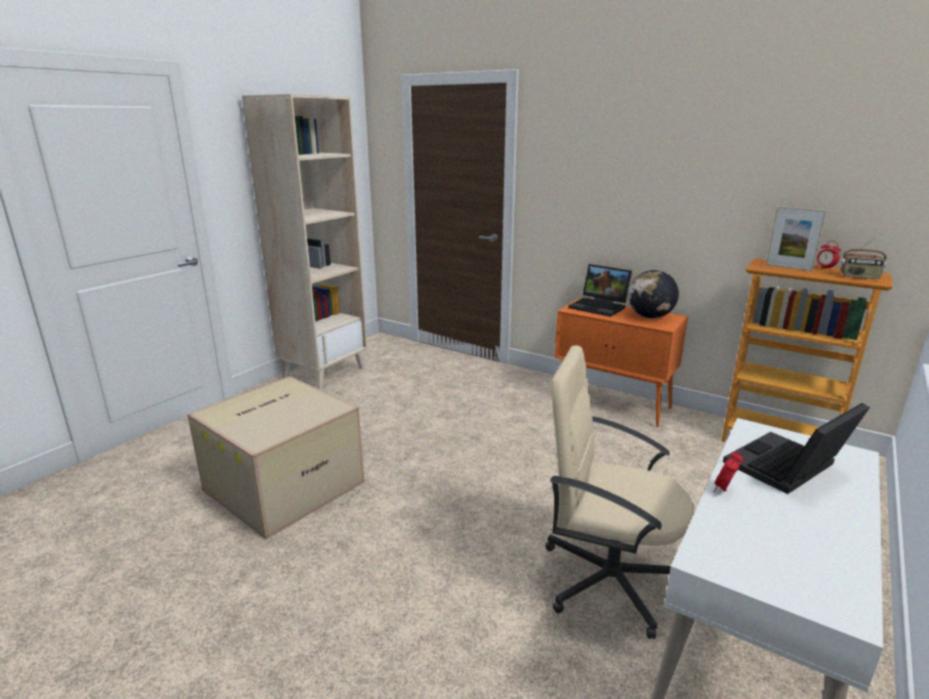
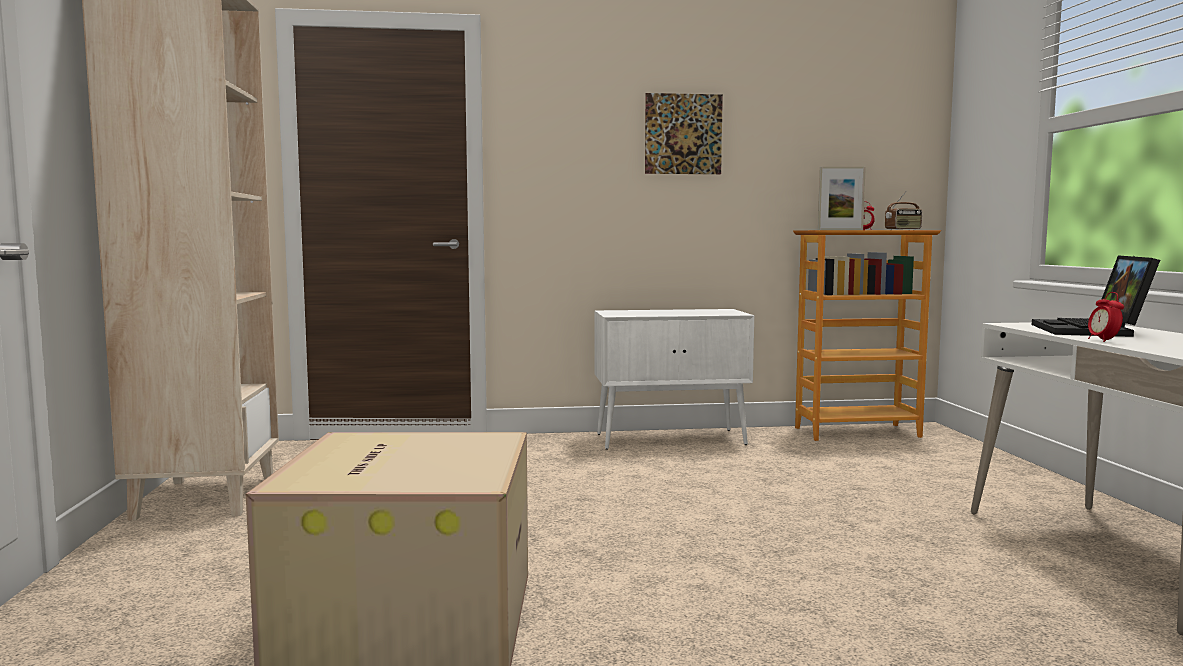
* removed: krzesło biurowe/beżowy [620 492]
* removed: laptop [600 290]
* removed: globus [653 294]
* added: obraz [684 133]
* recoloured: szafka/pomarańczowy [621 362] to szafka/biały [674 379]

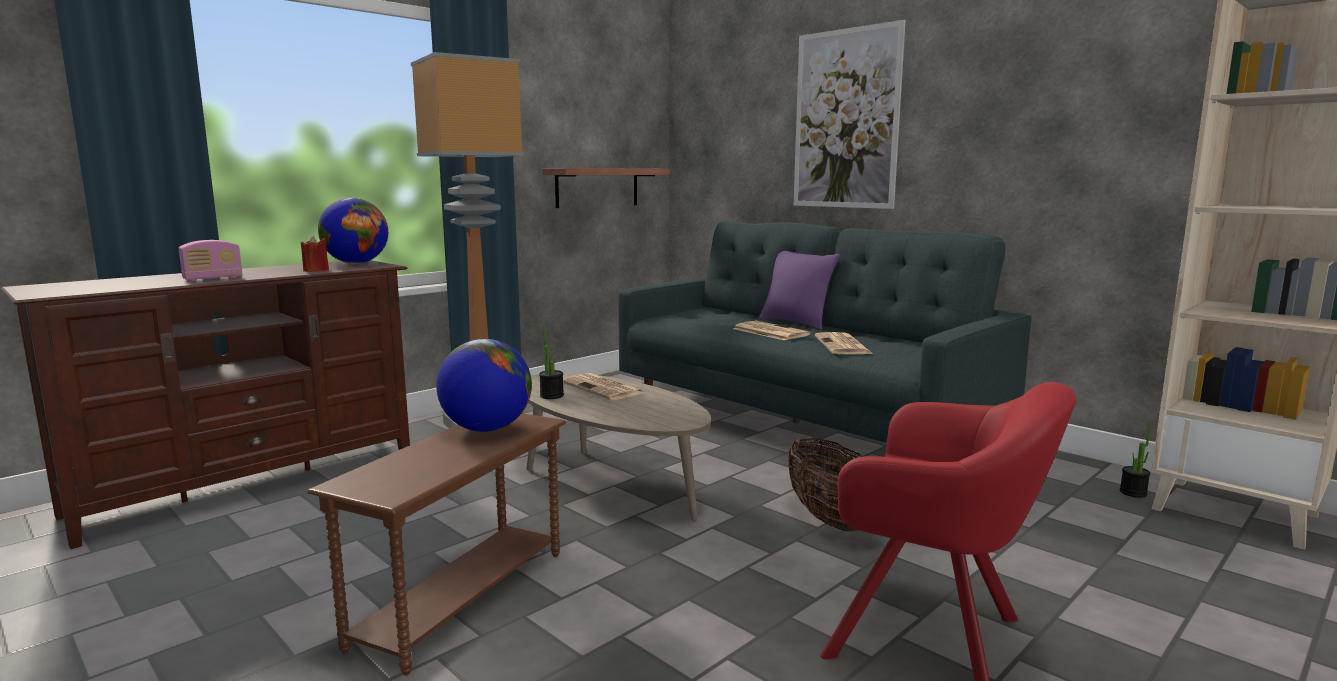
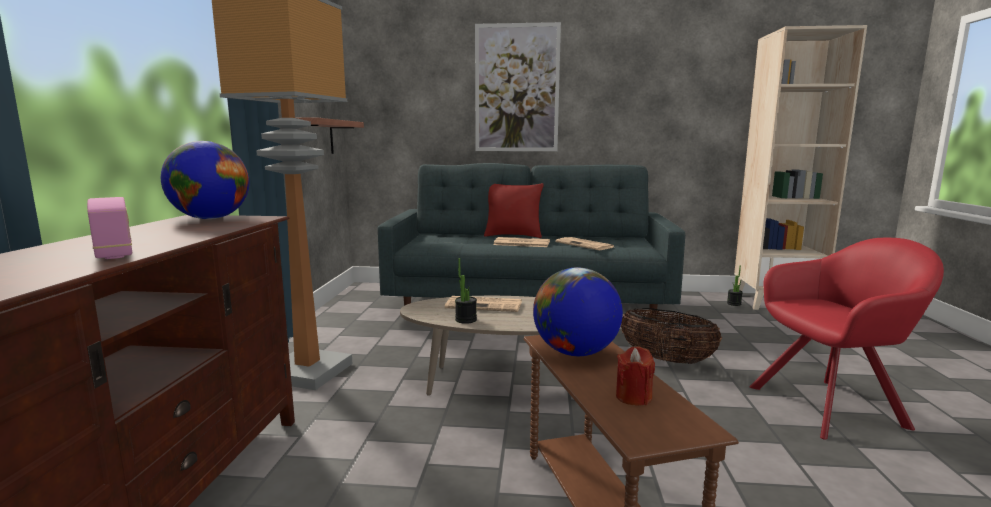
* moved: świeca/czerwony [315 254] to [635 376]
* recoloured: poduszka/fioletowy [799 290] to poduszka/czerwony [514 210]
* turned: radio [210 260] = [109 228] 45 degrees counterclockwise

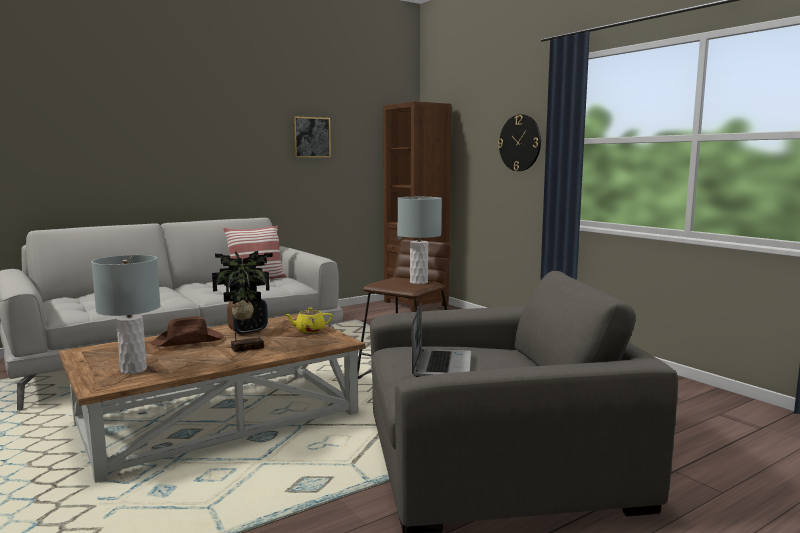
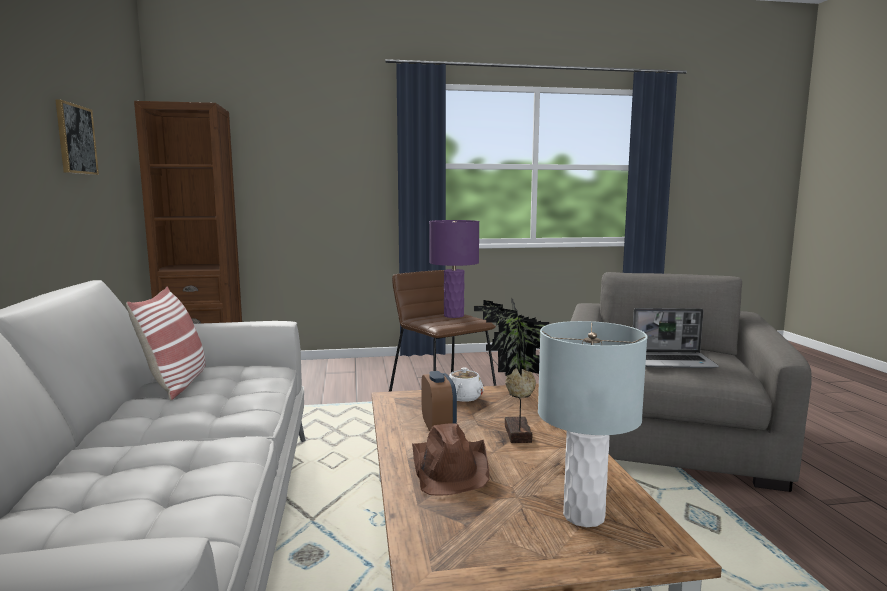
* removed: zegar ścienny [519 142]
* recoloured: imbryk/żółty [308 320] to imbryk/biały [466 384]
* recoloured: lampa stołowa/szary [419 240] to lampa stołowa/fioletowy [454 269]
* turned: laptop [441 339] = [676 338] 150 degrees clockwise

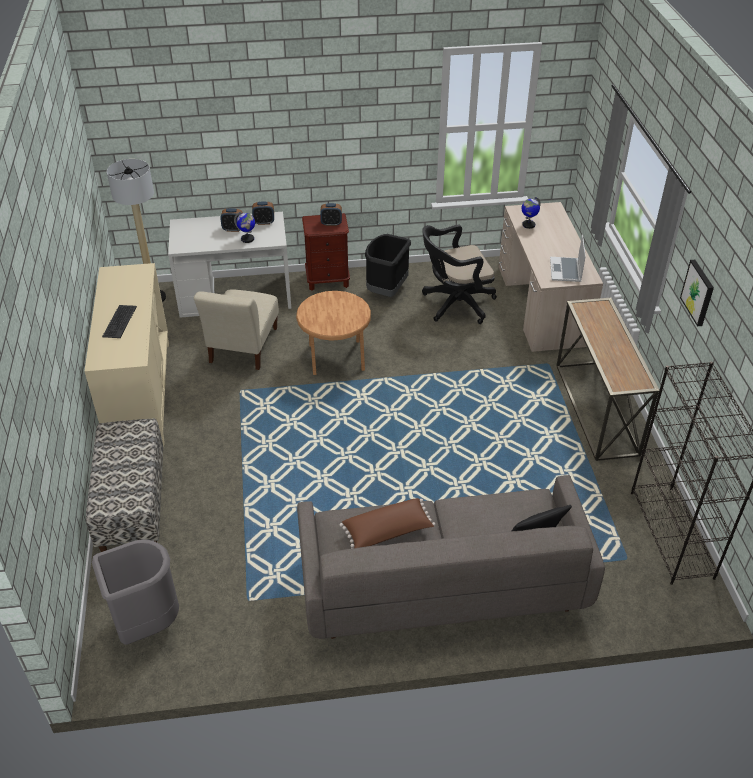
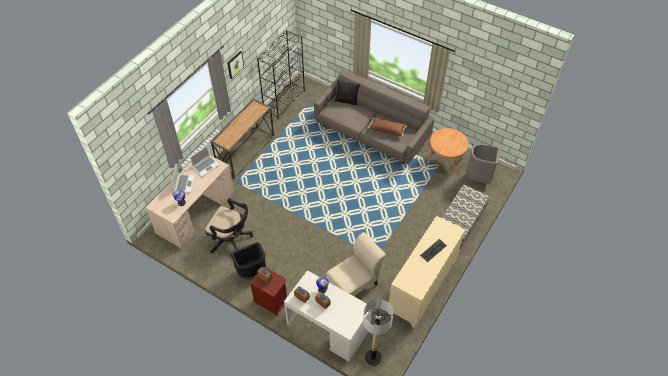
* added: laptop [183 179]
* moved: stolik/brązowy [333 333] to [448 151]

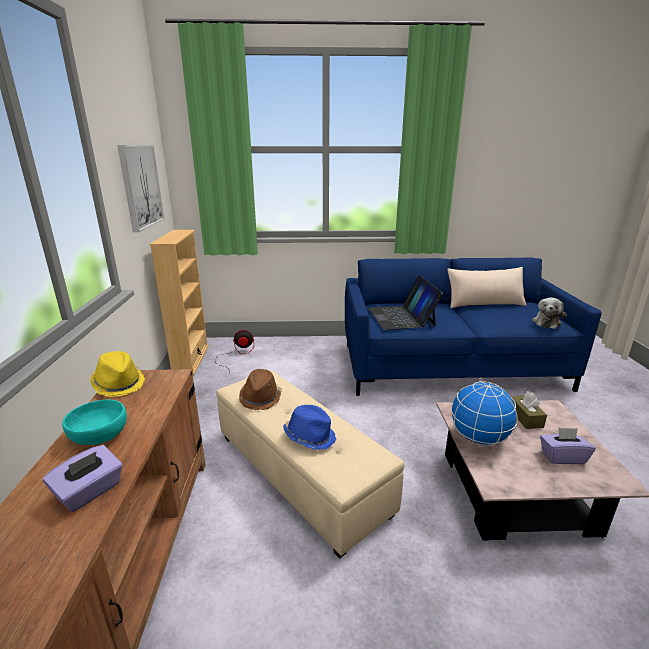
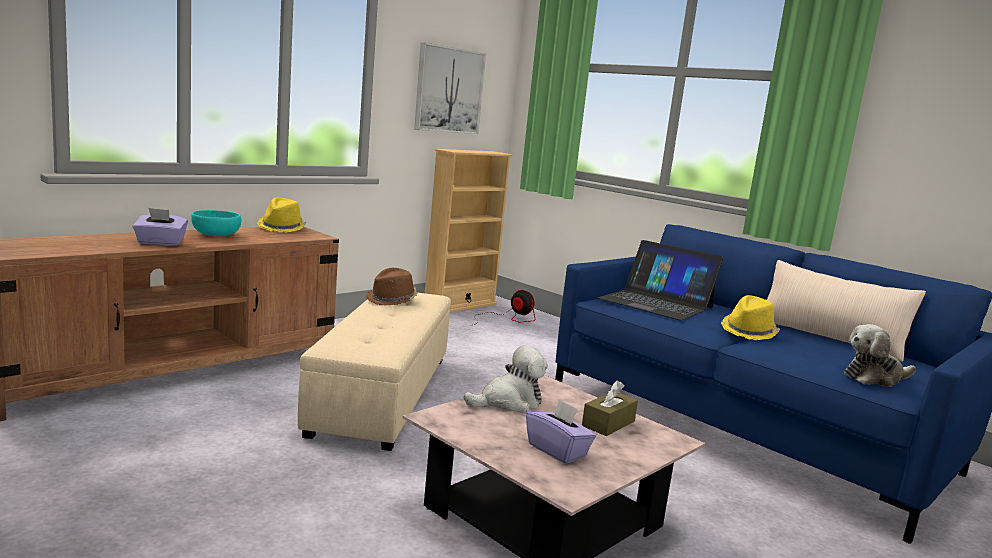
* removed: kapelusz/niebieski [309 427]
* added: kapelusz/żółty [750 317]
* replaced: globus [484 413] to pluszak [506 379]
* turned: laptop [405 302] = [660 280] 90 degrees counterclockwise

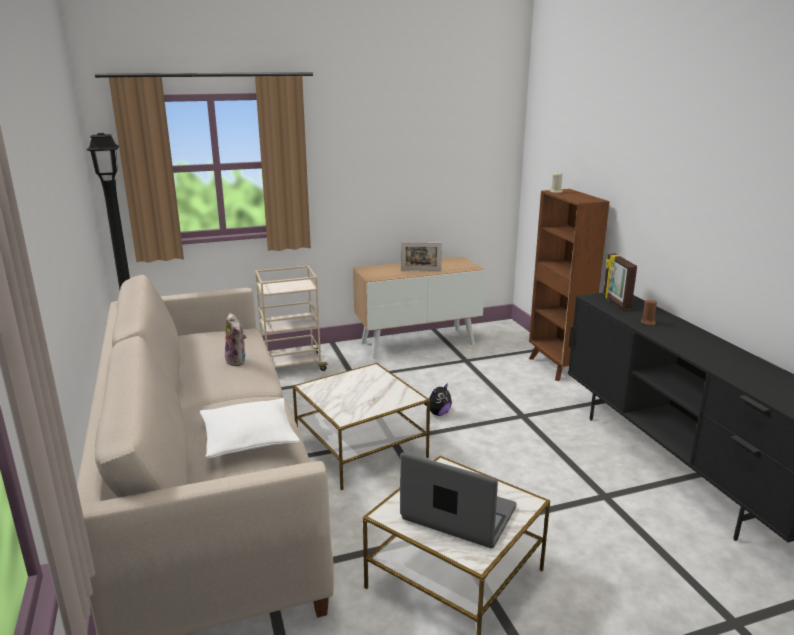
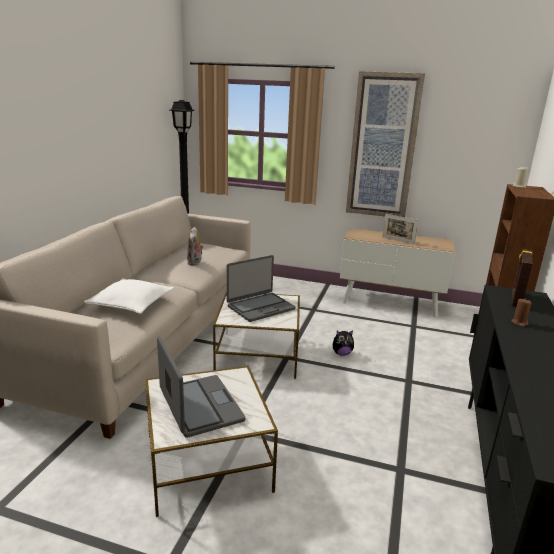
* removed: wózek/beżowy [292 318]
* added: laptop [261 288]
* added: obraz [385 144]

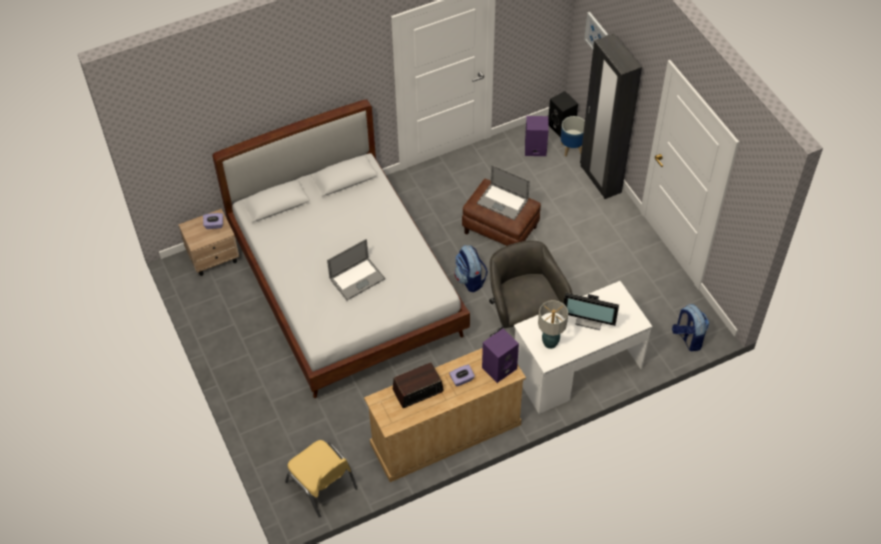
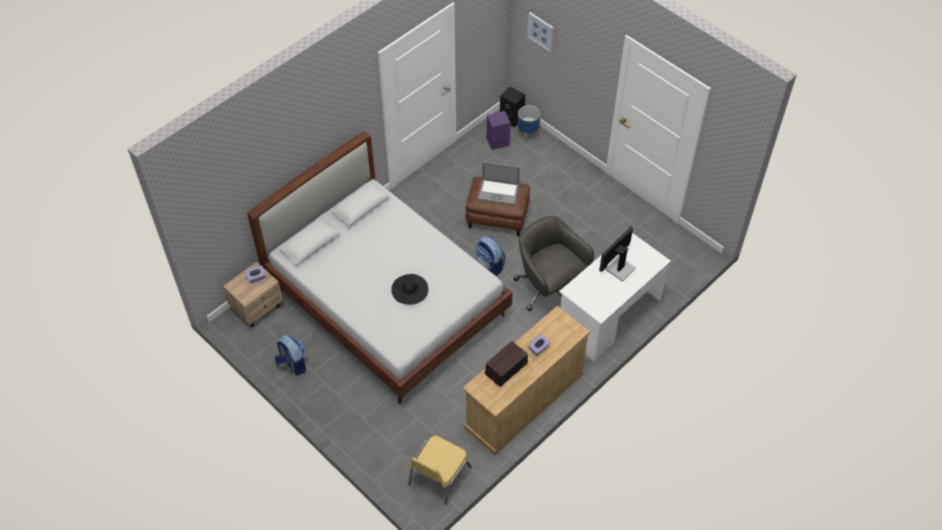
* removed: głośnik/fioletowy [500 355]
* removed: lampa stołowa [553 324]
* removed: szafa/czarny [611 116]
* moved: plecak [690 327] to [290 355]
* replaced: laptop [356 269] to kapelusz/czarny [409 289]
* turned: krzesło/żółty [321 479] = [440 470] 90 degrees clockwise
* turned: monitor [591 311] = [617 254] 135 degrees clockwise

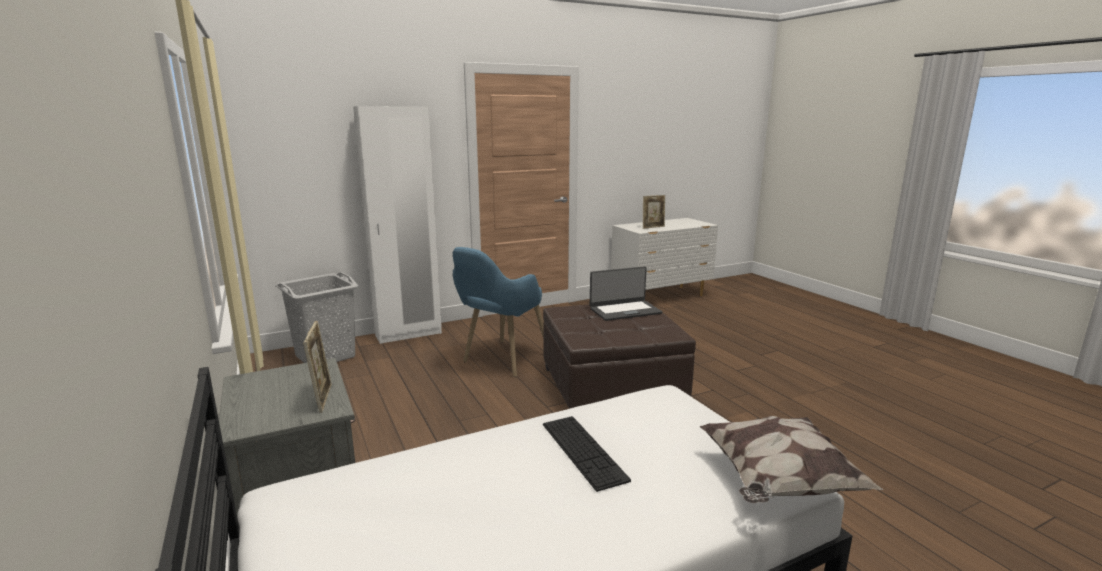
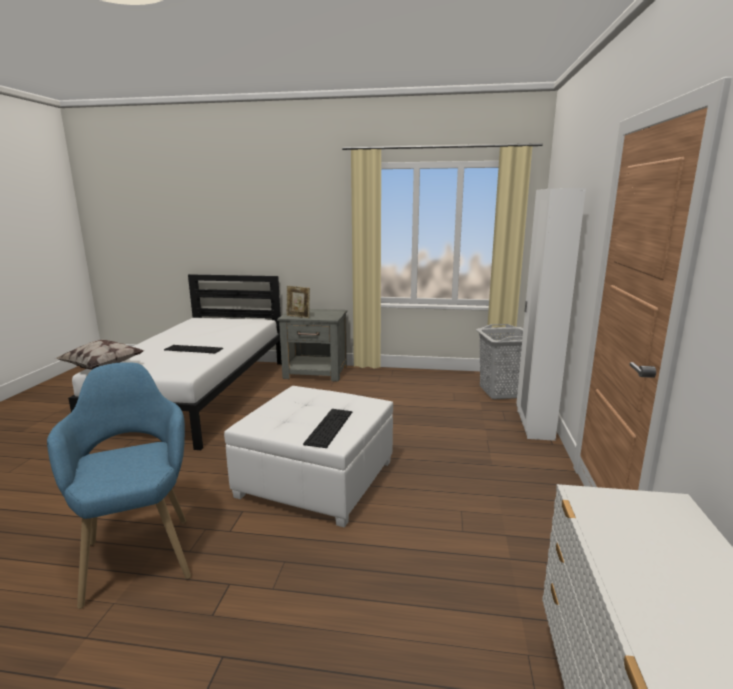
* removed: ramka na zdjęcie [654 212]
* moved: fotel/niebieski [498 312] to [119 485]
* replaced: laptop [626 293] to klawiatura [327 428]
* recoloured: pufa/brązowy [619 355] to pufa/biały [308 457]

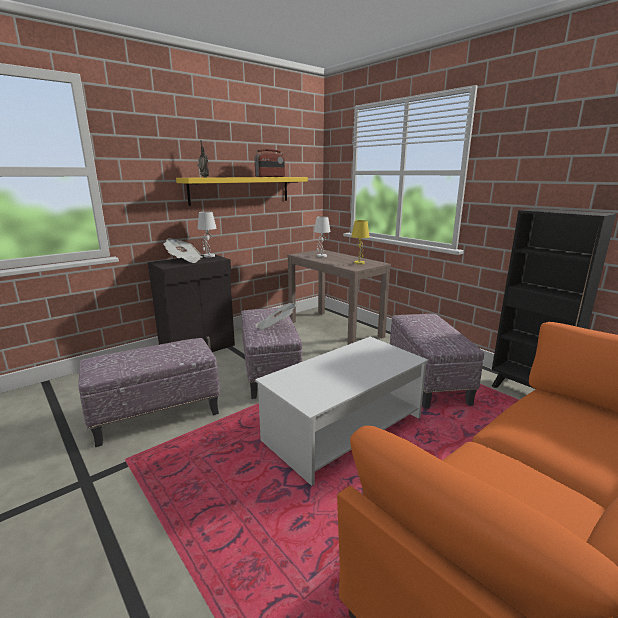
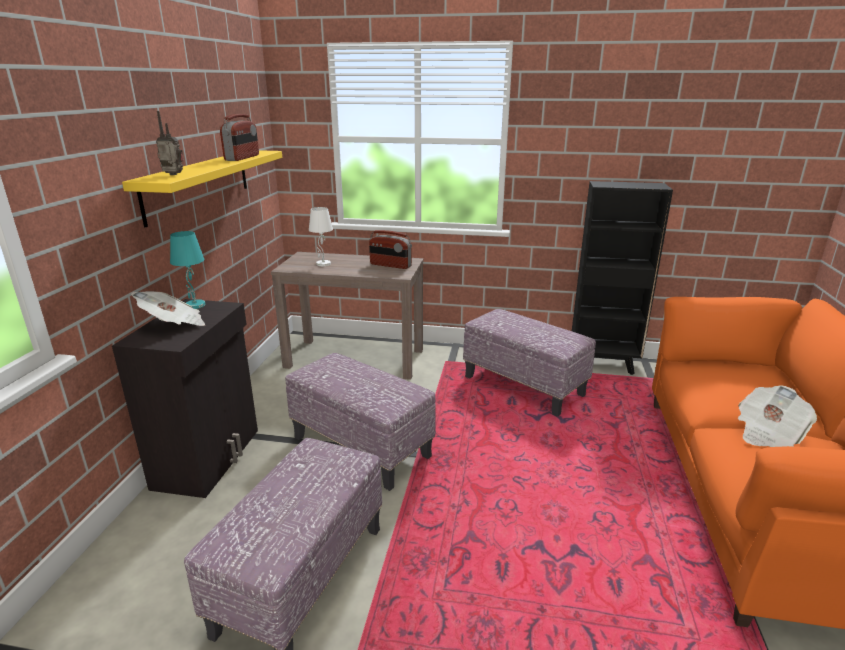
* removed: ława/biały [341 411]
* moved: gazeta [276 317] to [777 416]
* replaced: lampa stołowa/żółty [360 242] to radio [390 249]
* recoloured: lampa stołowa/biały [207 234] to lampa stołowa/turkusowy [187 270]

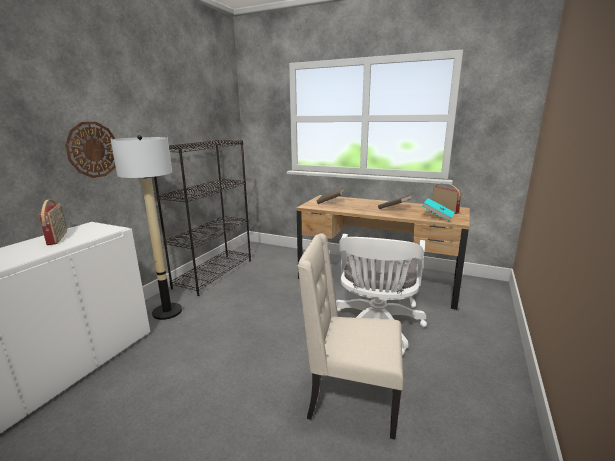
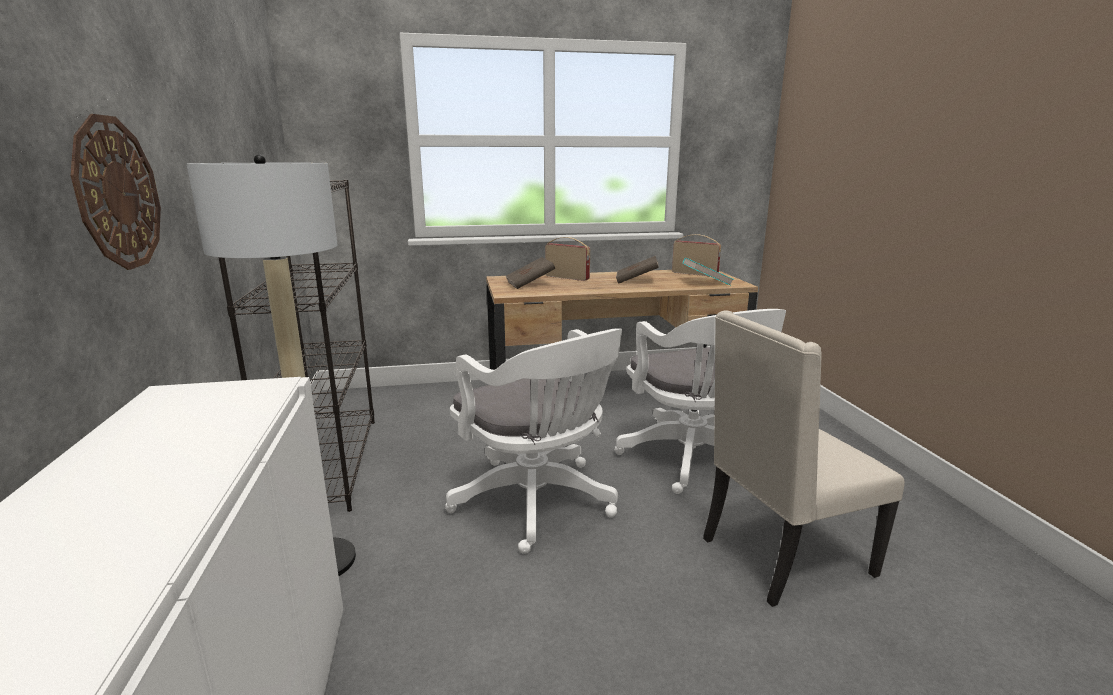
* added: krzesło biurowe/biały [533 441]
* moved: radio [53 222] to [567 259]

